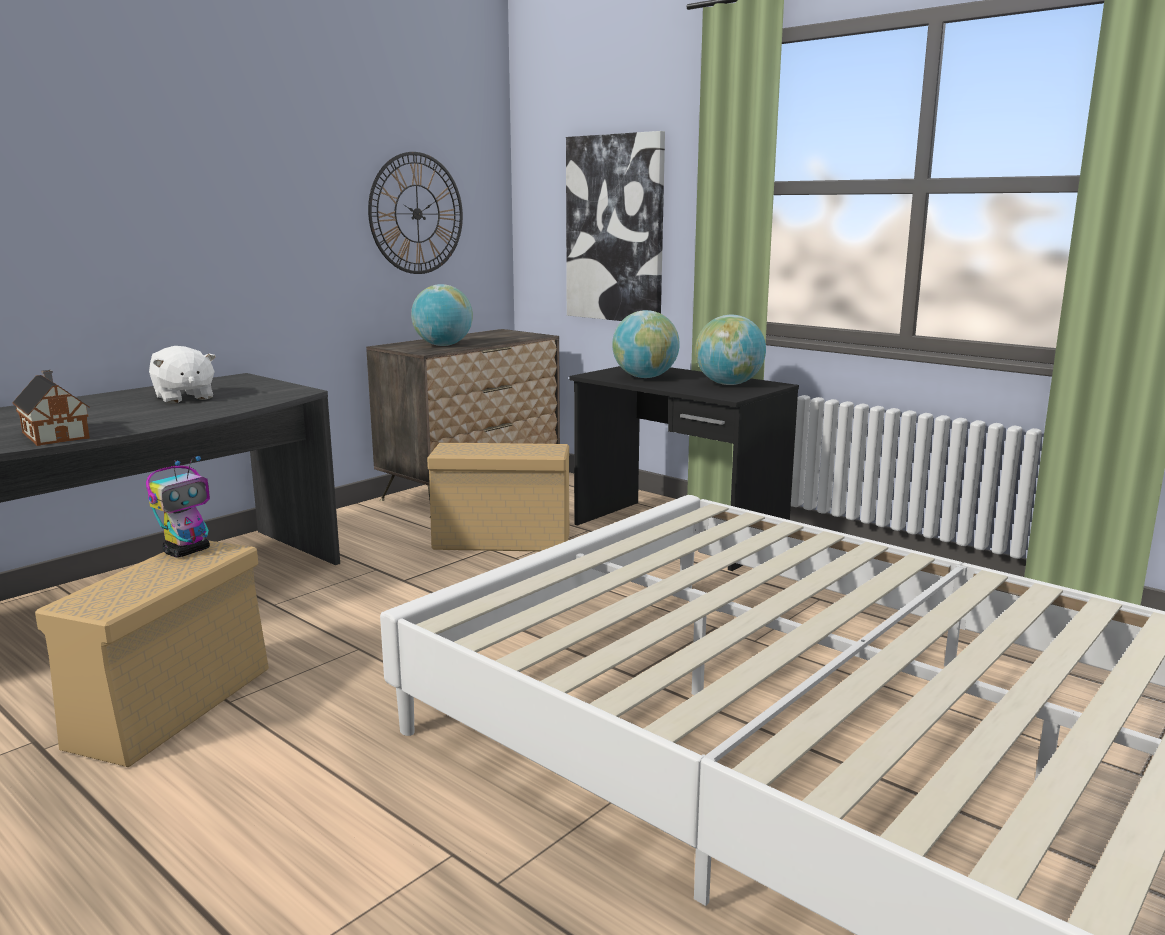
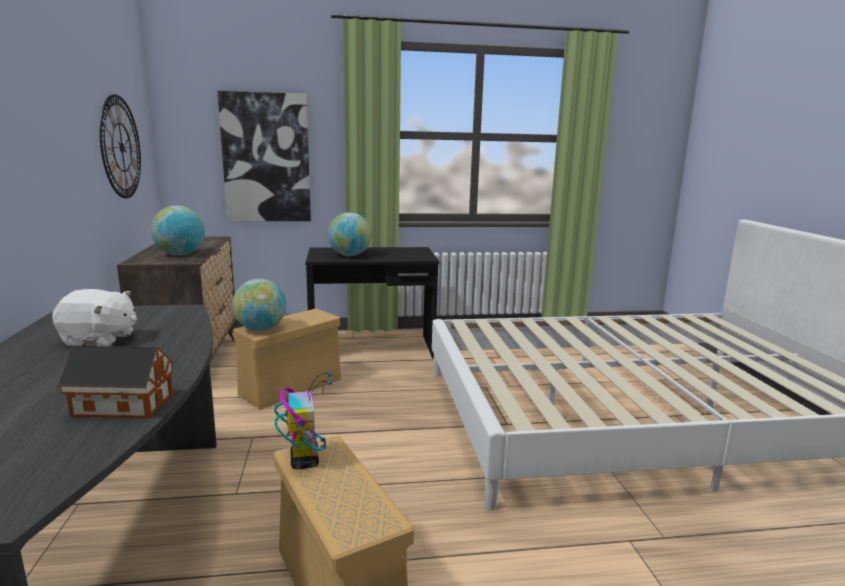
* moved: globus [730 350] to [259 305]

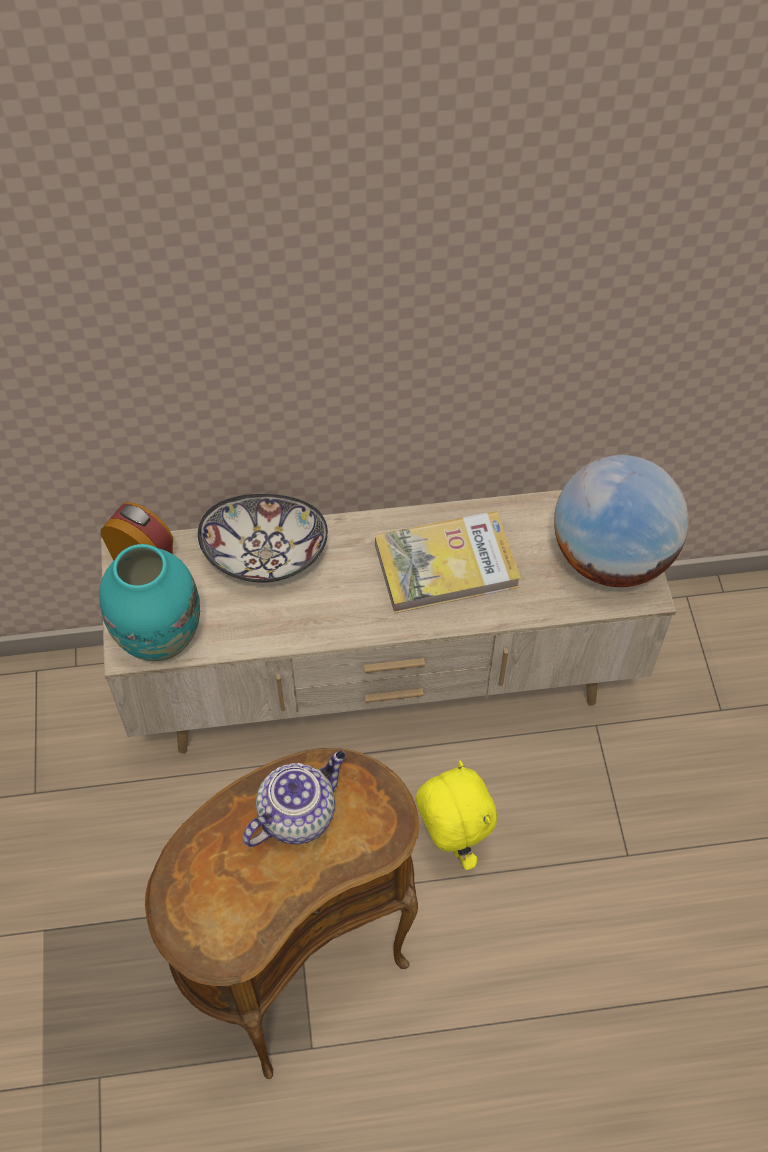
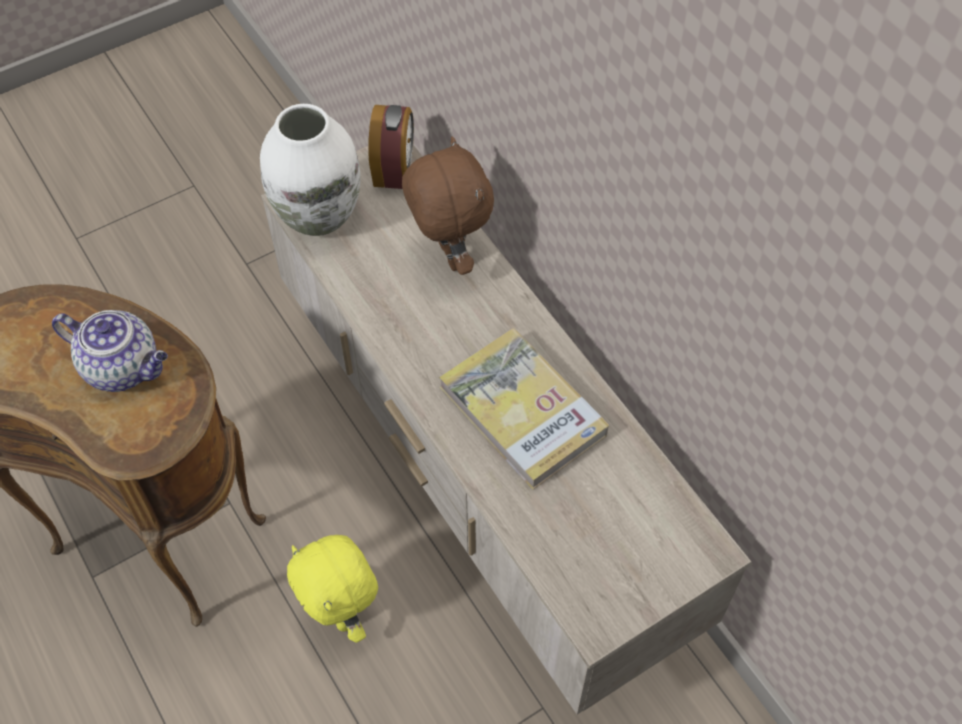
* removed: globus [621 521]
* replaced: miska [263 538] to pluszak/brązowy [448 206]
* recoloured: wazon/turkusowy [149 602] to wazon/biały [310 170]
* turned: pluszak/żółty [456 815] = [332 589] 105 degrees clockwise

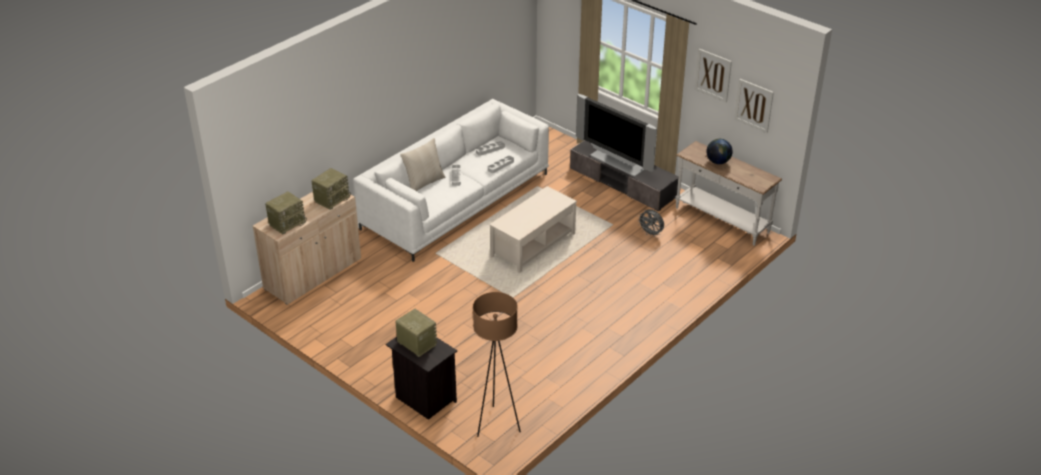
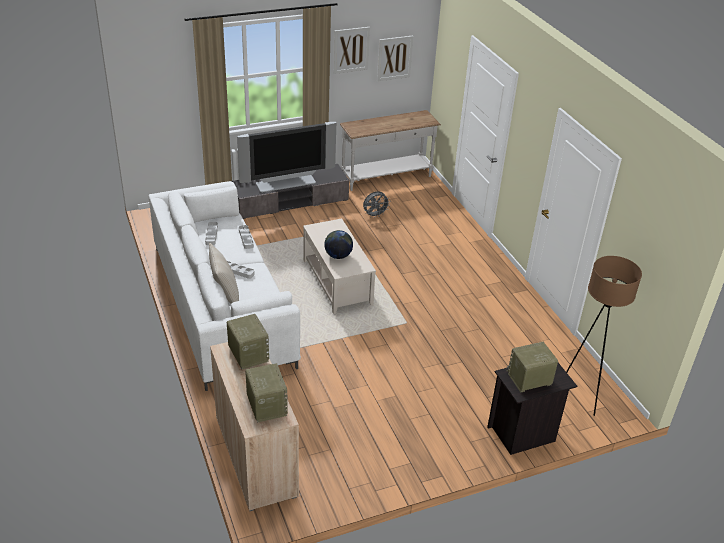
* moved: globus [719 151] to [338 244]

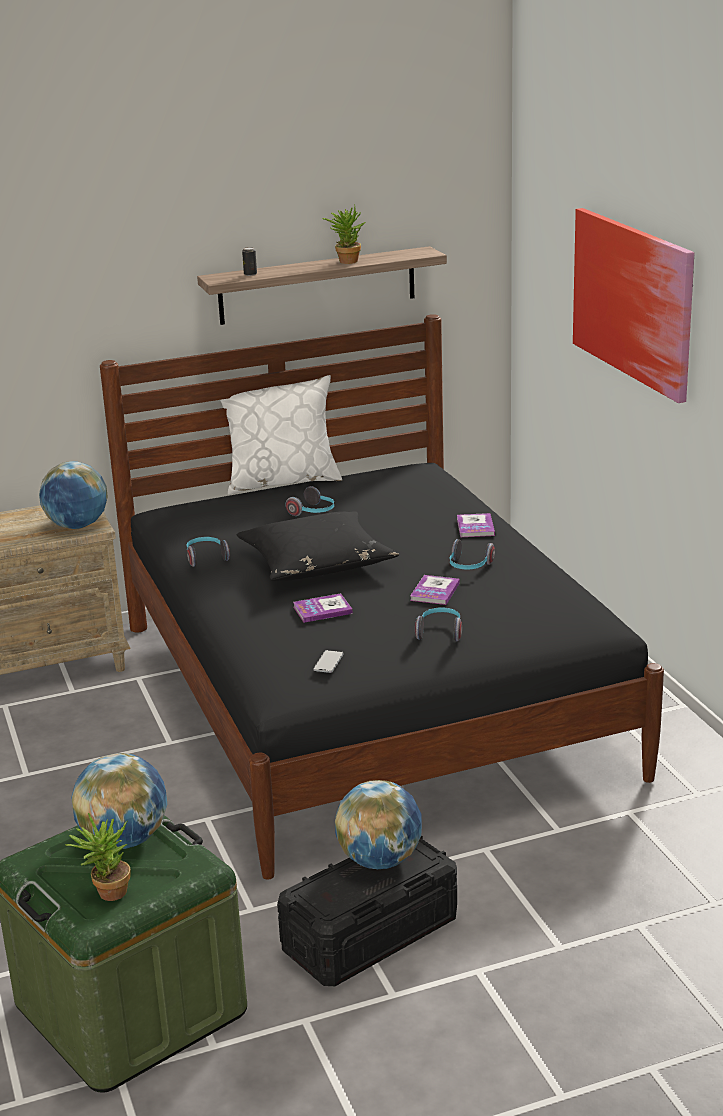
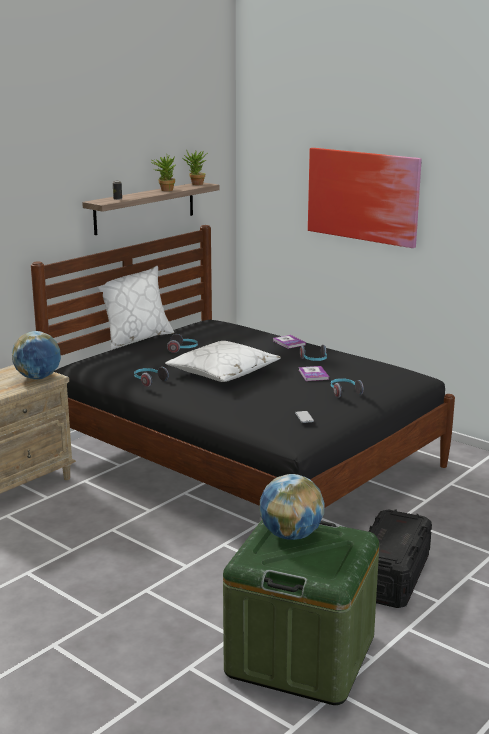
* removed: książka [323 608]
* removed: globus [378 824]
* moved: roślina doniczkowa [98 857] to [194 167]
* recoloured: poduszka/czarny [318 546] to poduszka/biały [223 361]

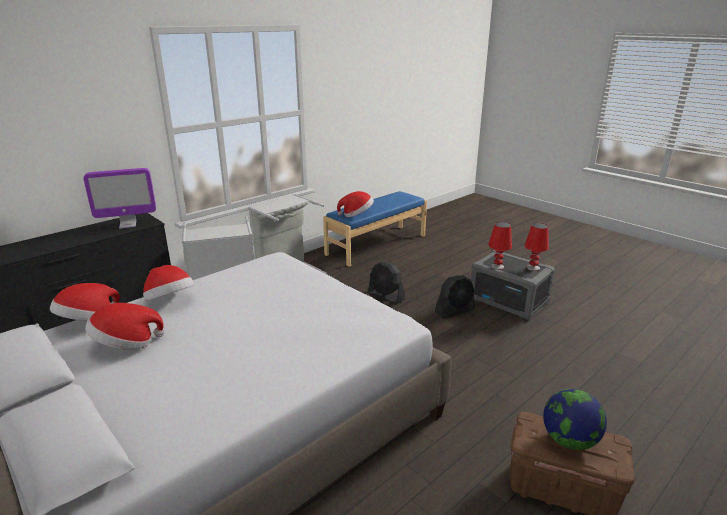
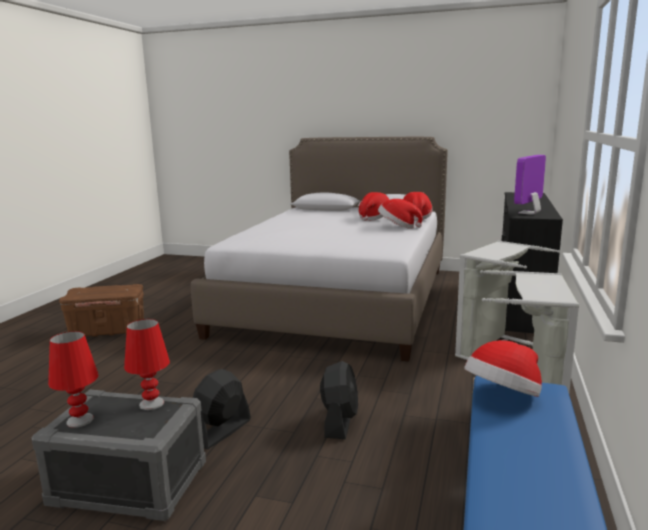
* removed: globus [575 419]
* turned: wentylator/czarny [386 283] = [339 400] 90 degrees clockwise

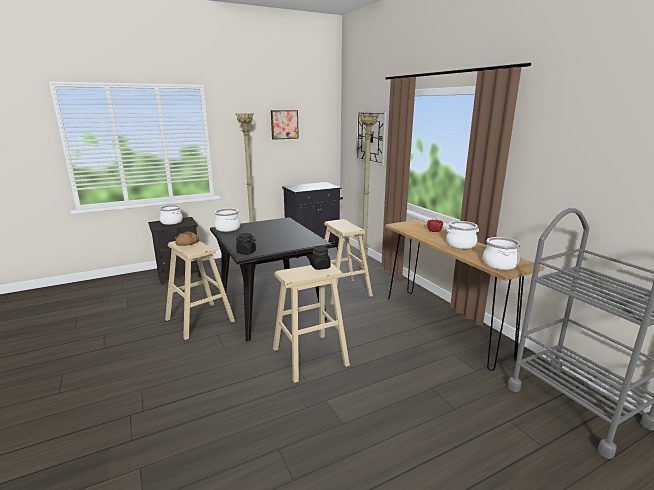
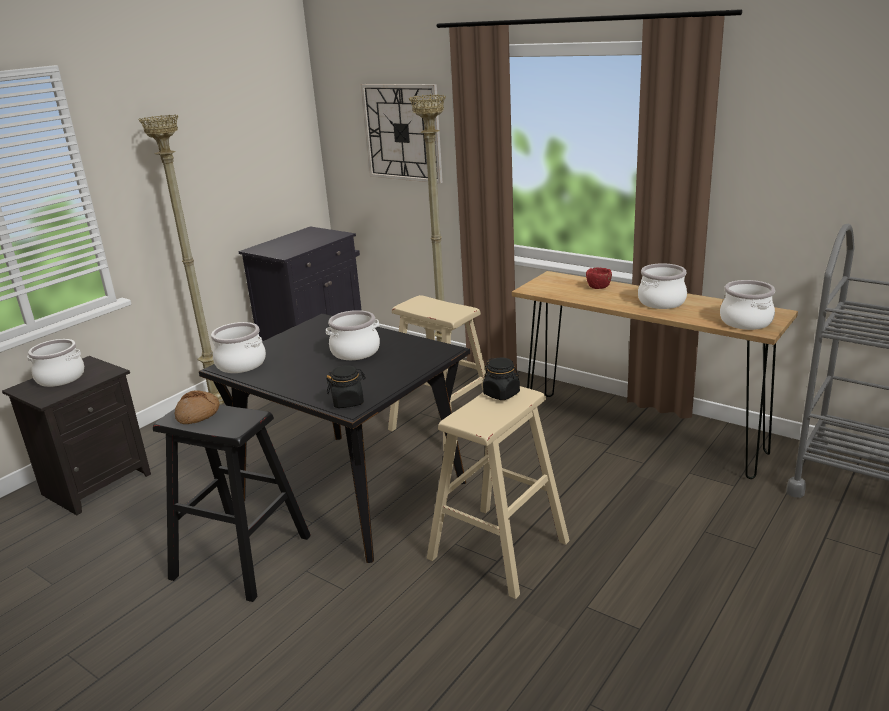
* removed: obraz [285 125]
* added: garnek [353 335]
* recoloured: stołek/beżowy [200 290] to stołek/czarny [232 503]

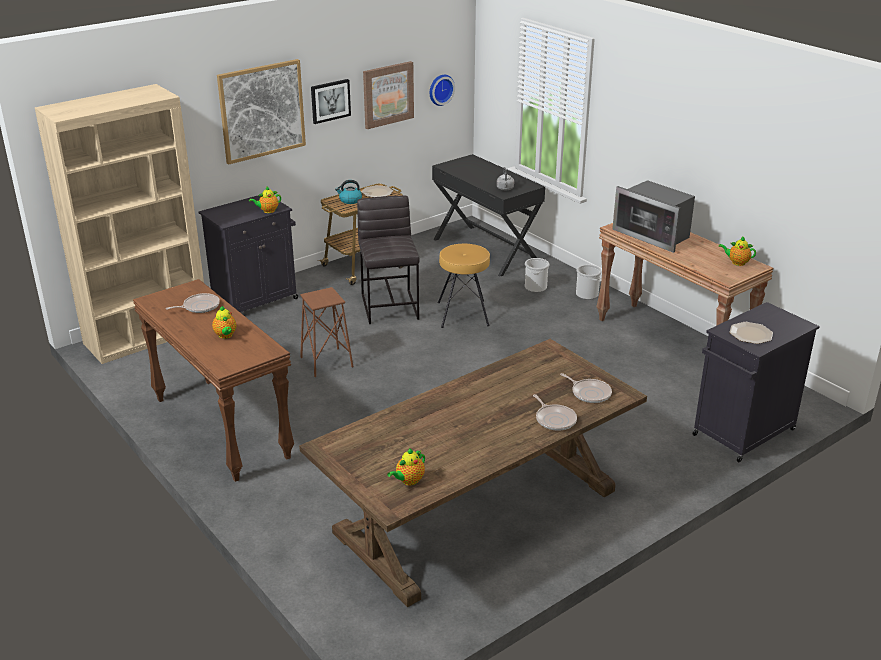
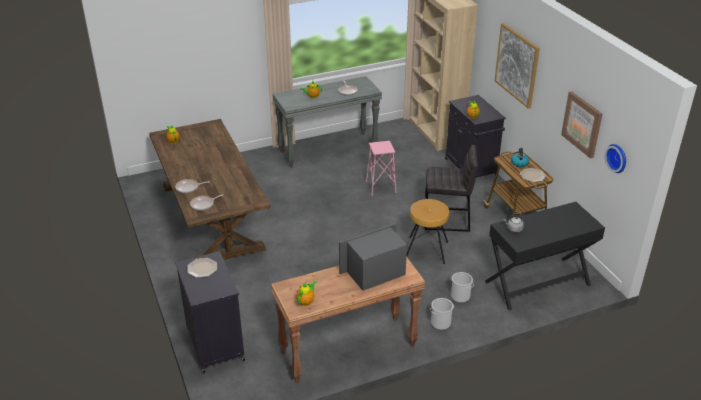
* removed: obraz [331 101]
* recoloured: stolik konsolowy/brązowy [213 380] to stolik konsolowy/szary [327 122]
* recoloured: stołek/brązowy [326 332] to stołek/różowy [381 168]

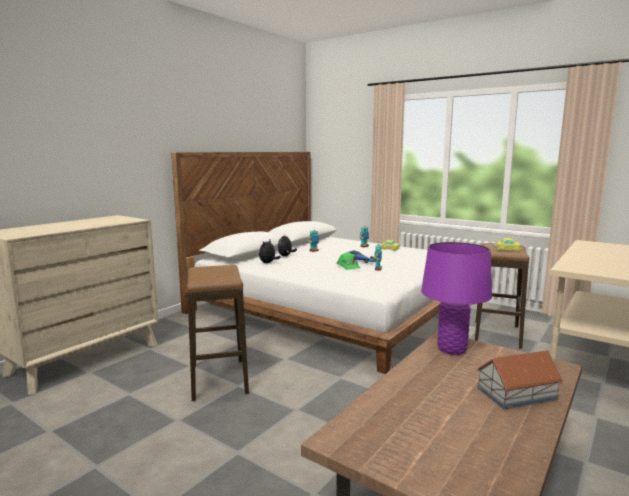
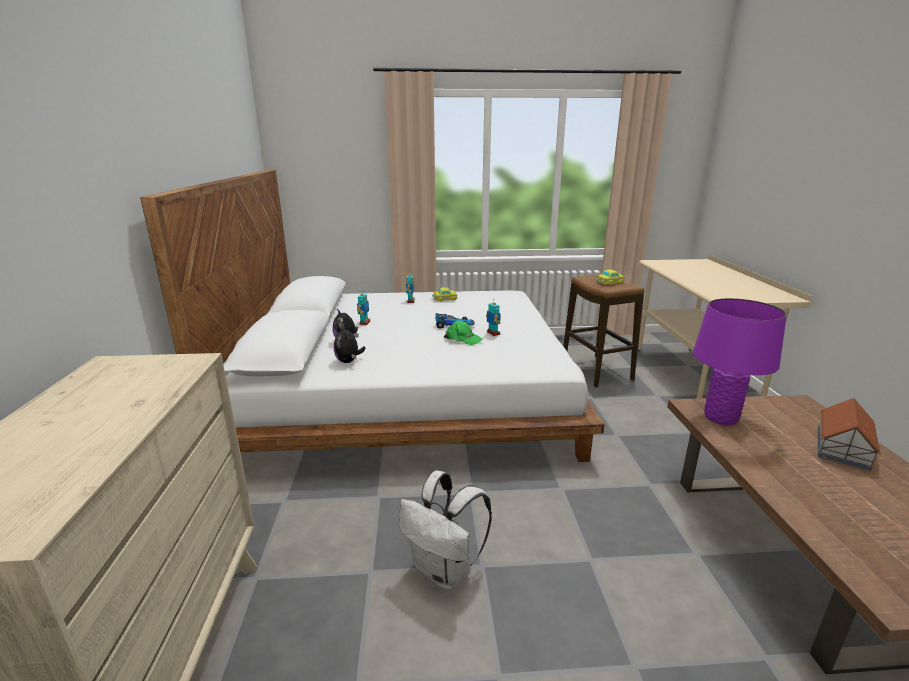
* replaced: stołek [218 333] to plecak/biały [445 530]

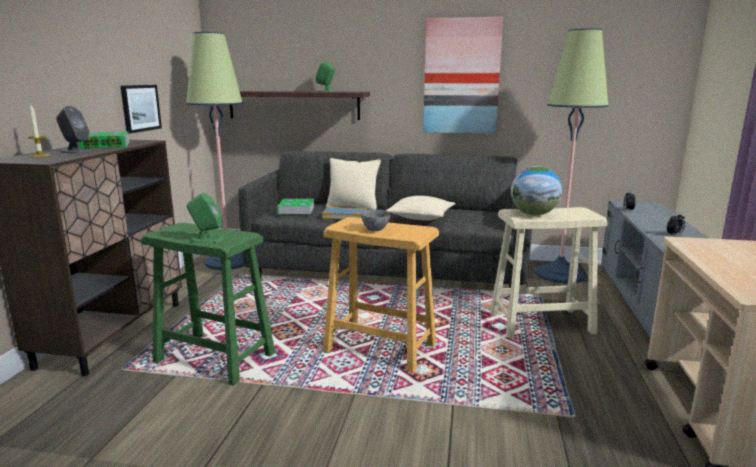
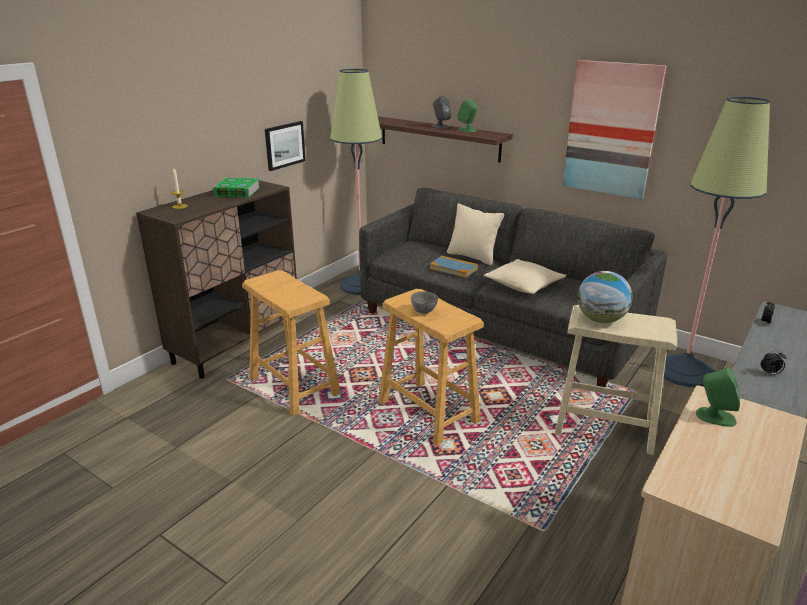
* removed: książka [295 206]
* moved: głośnik/szary [73 130] to [442 112]
* moved: głośnik/zielony [205 218] to [718 397]
* recoloured: stołek/zielony [208 304] to stołek/beżowy [291 343]

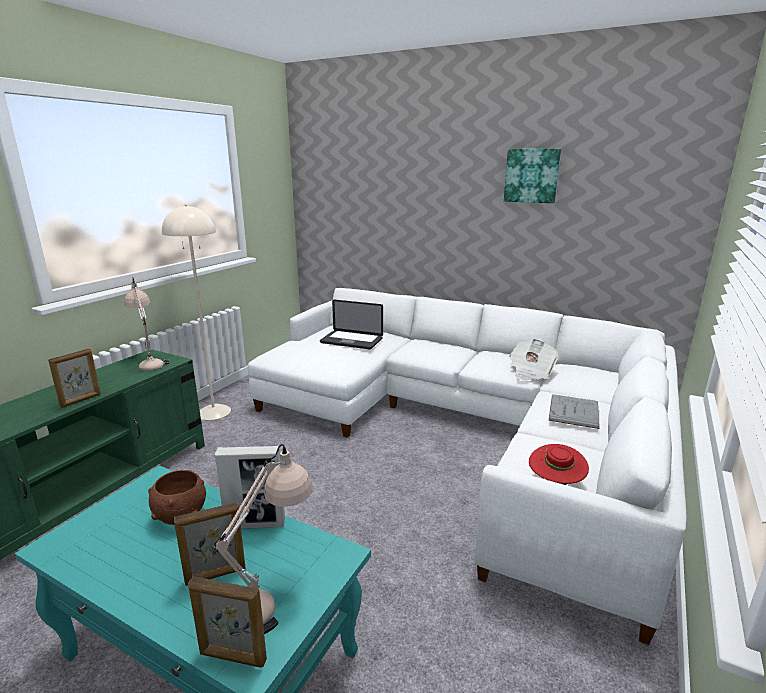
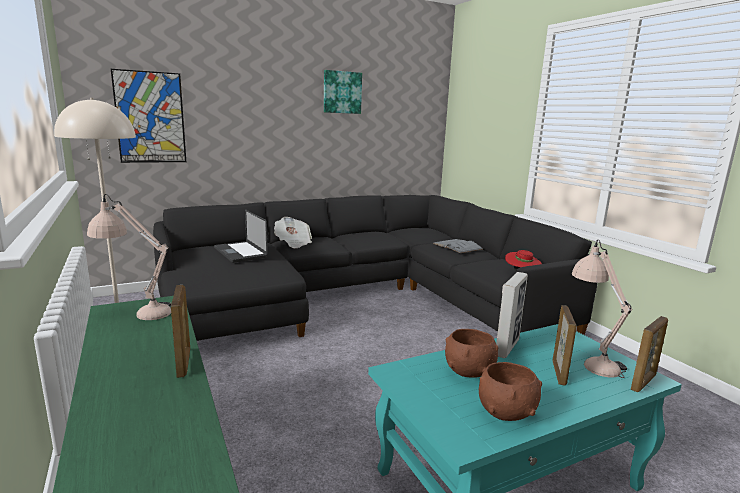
* added: obraz [148 116]
* added: miska/brązowy [510 391]
* moved: gazeta [534 359] to [293 232]
* recoloured: kanapa/biały [467 466] to kanapa/czarny [375 268]
* turned: laptop [351 324] = [240 236] 90 degrees clockwise

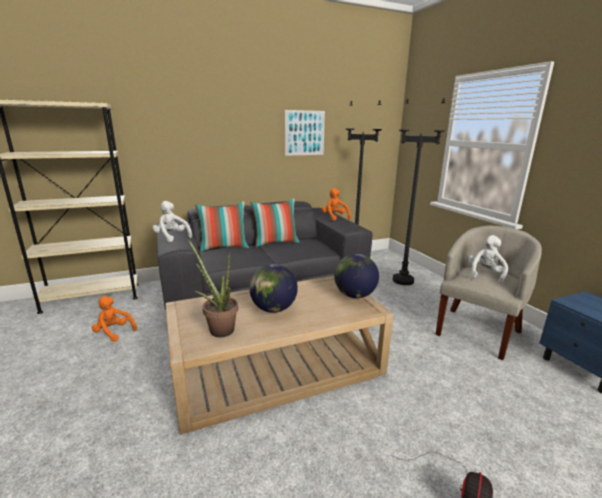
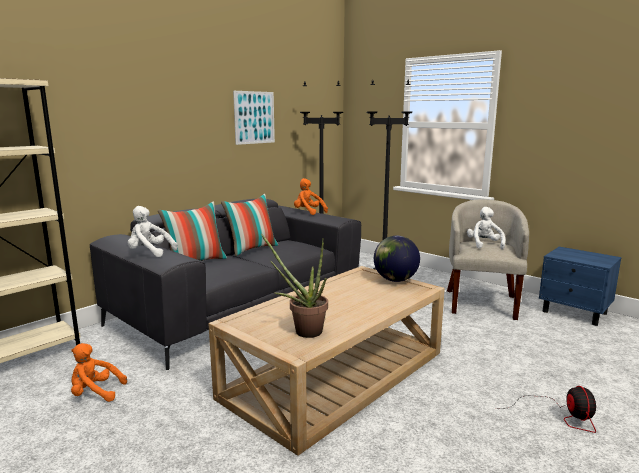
* removed: globus [273 288]

